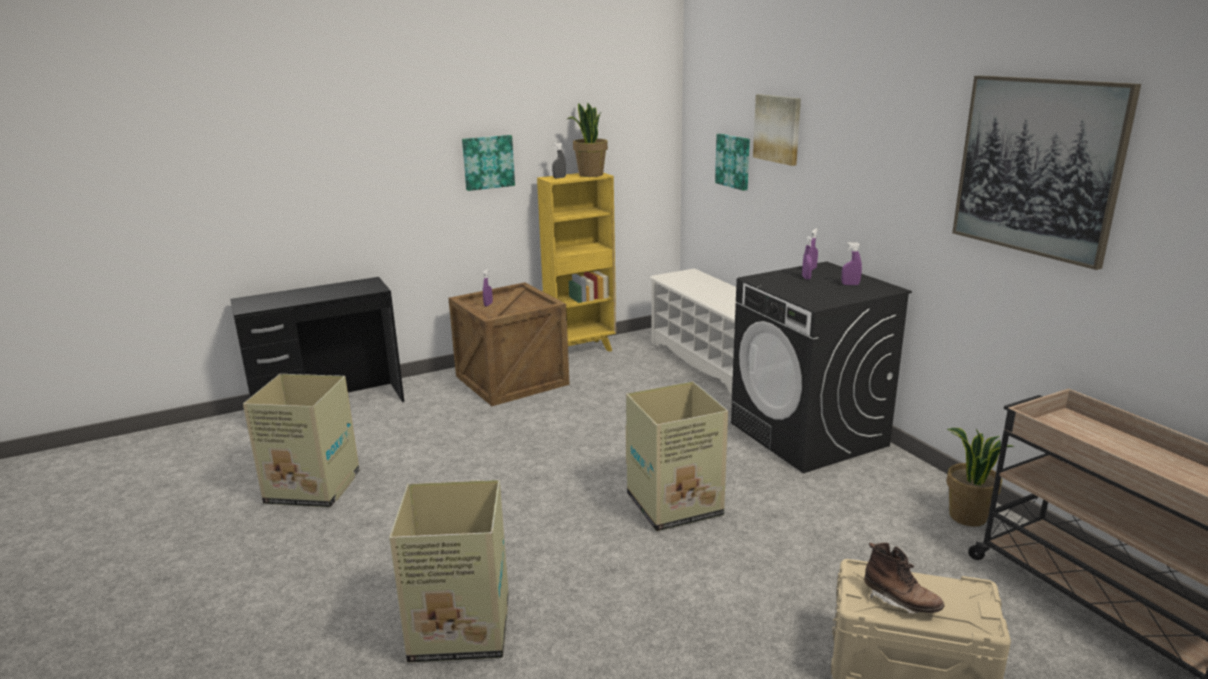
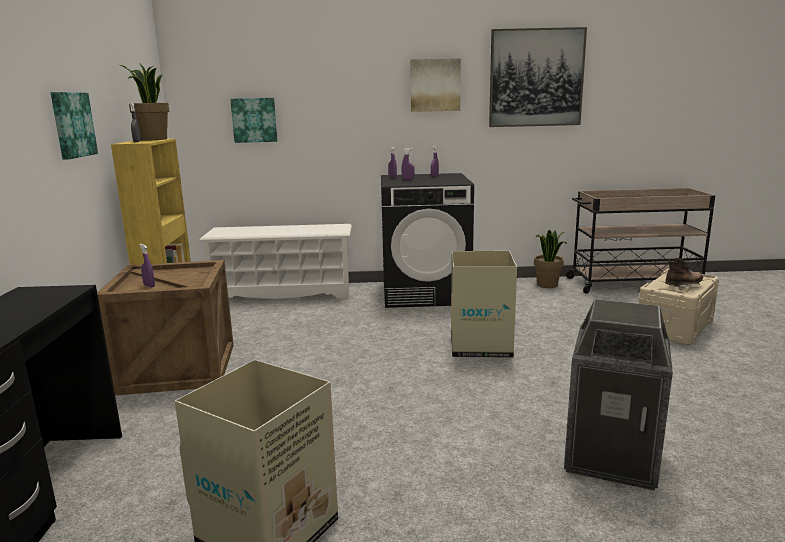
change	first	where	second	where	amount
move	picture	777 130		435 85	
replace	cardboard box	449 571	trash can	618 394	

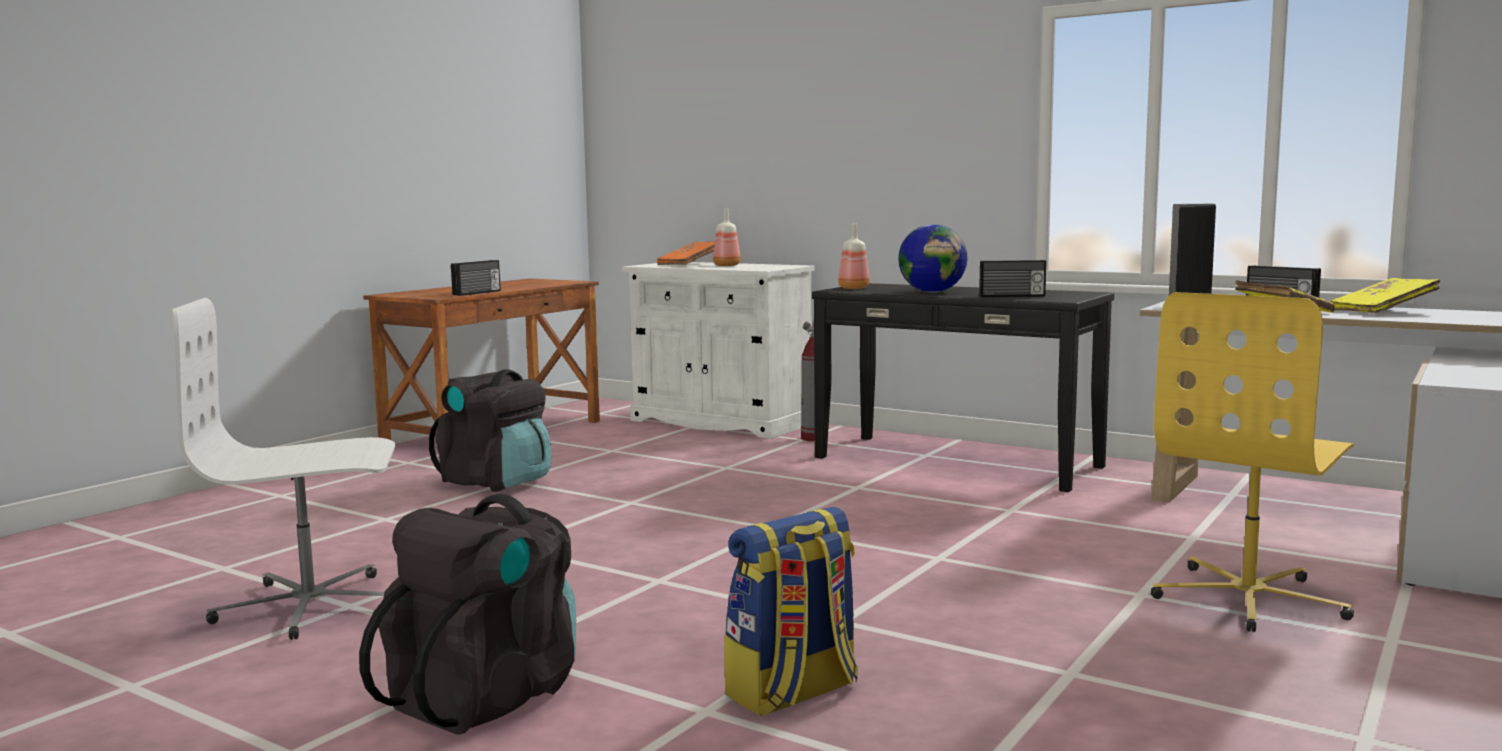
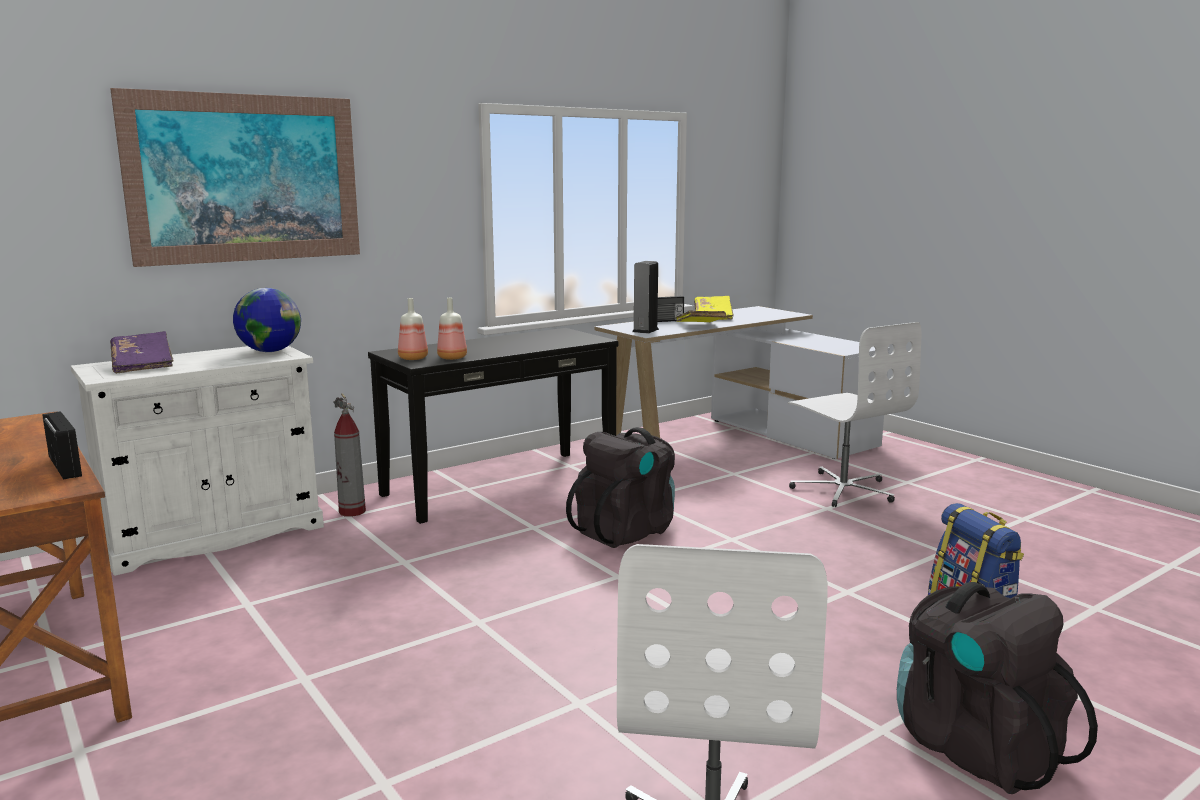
change	first	where	second	where	amount
move	bottle	727 237		452 329	
move	globe	933 258		267 320	
recolor	book (orange)	686 253	book (purple)	141 352	
delete	radio	1012 278			
recolor	office chair (yellow)	1252 462	office chair (white)	854 414	
move	backpack (black)	490 430		620 487	
insert			picture	235 177	

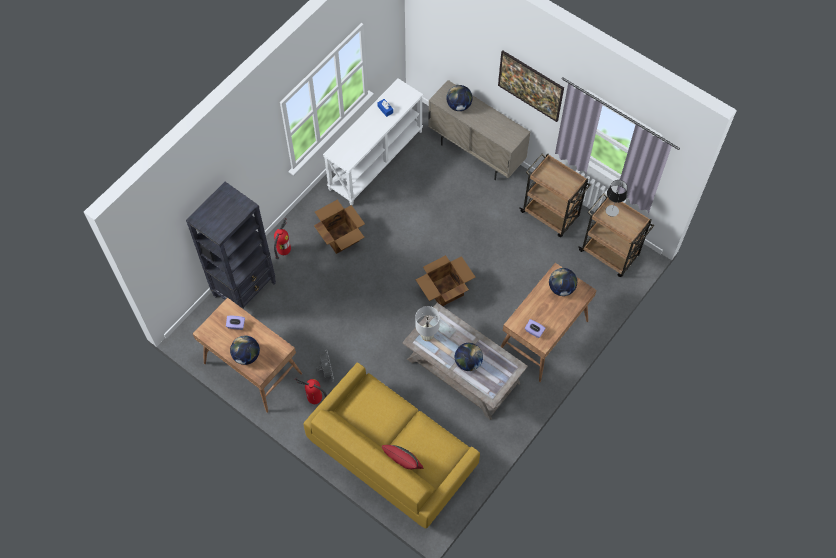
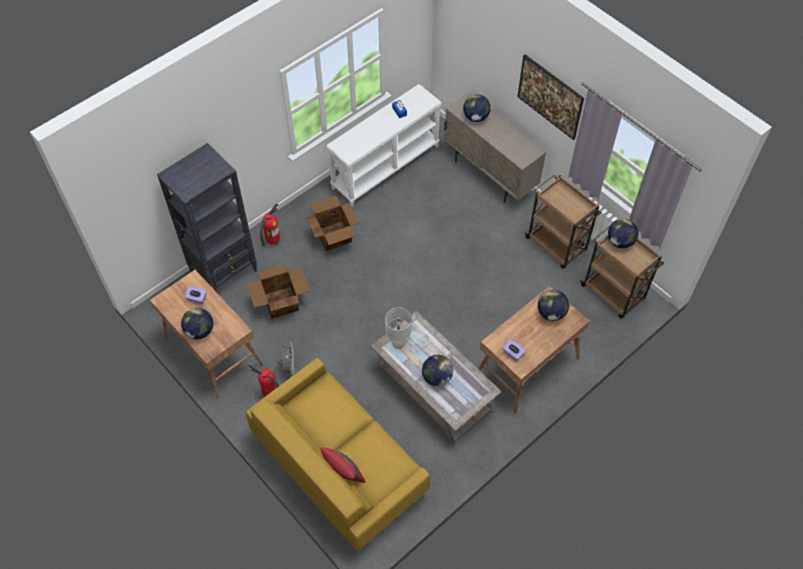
change	first	where	second	where	amount
replace	table lamp	616 198	globe	623 233	
move	cardboard box	445 280		278 292	

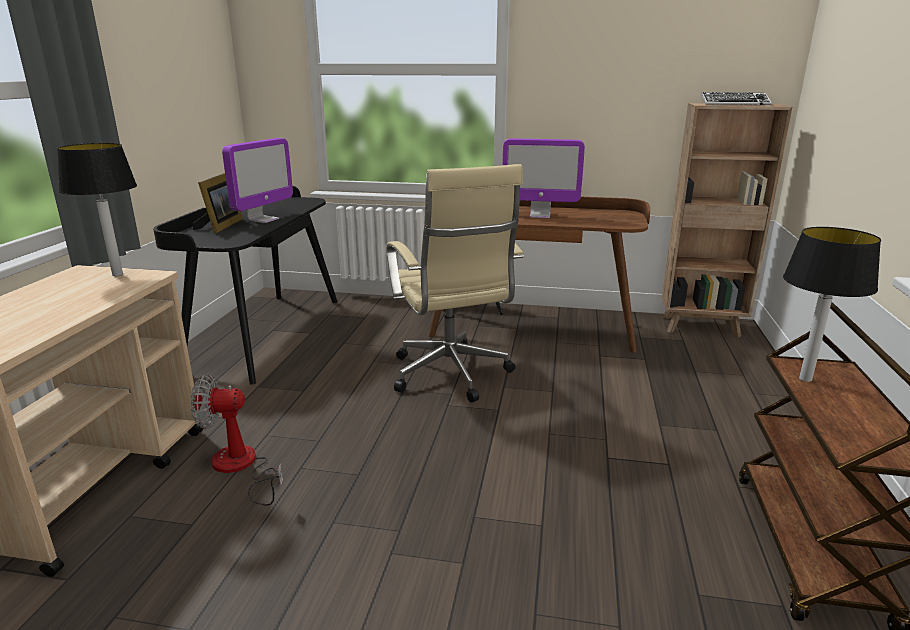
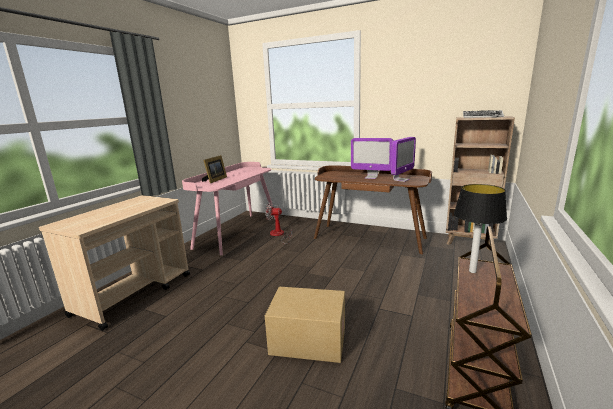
change	first	where	second	where	amount
move	monitor	257 180		403 159	
delete	table lamp	97 209			
delete	office chair (beige)	455 283			
recolor	desk (black)	245 285	desk (pink)	228 209	
move	fan	237 439		278 223	
insert			cardboard box	305 325	

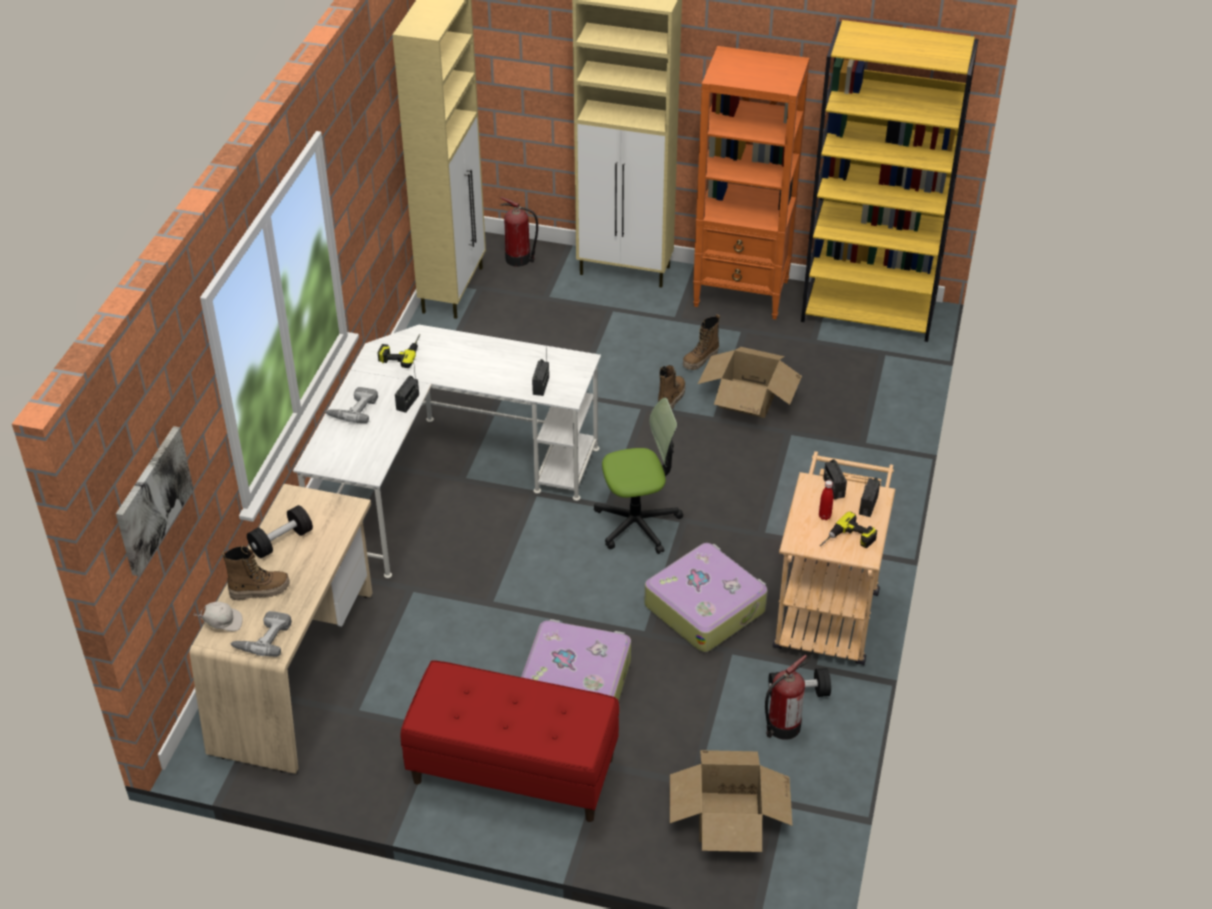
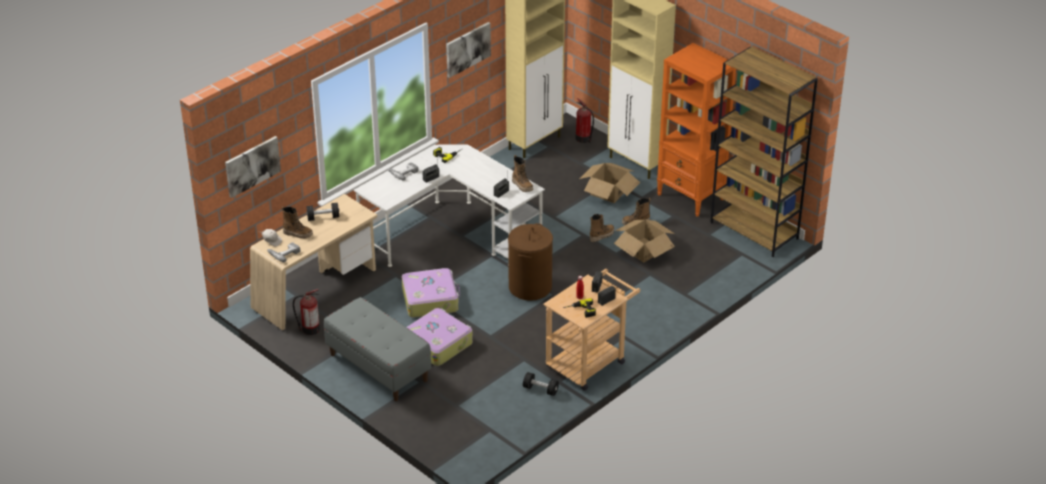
change	first	where	second	where	amount
recolor	bookcase (yellow)	890 181	bookcase (brown)	764 152	
replace	office chair	638 476	laundry basket (brown)	530 262	
move	suitcase	706 597		431 292	
move	fire extinguisher	786 697		306 312	
recolor	bench (red)	509 741	bench (grey)	377 349	
move	cardboard box	731 801		609 183	
insert			picture	468 50	
insert			boot	522 173	

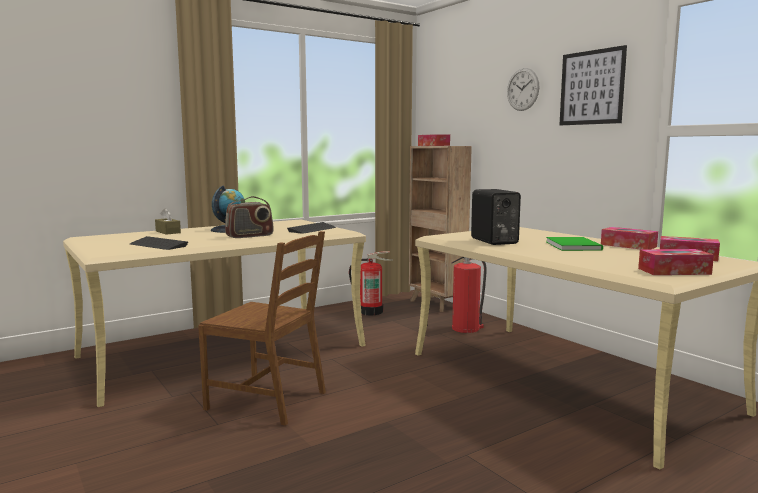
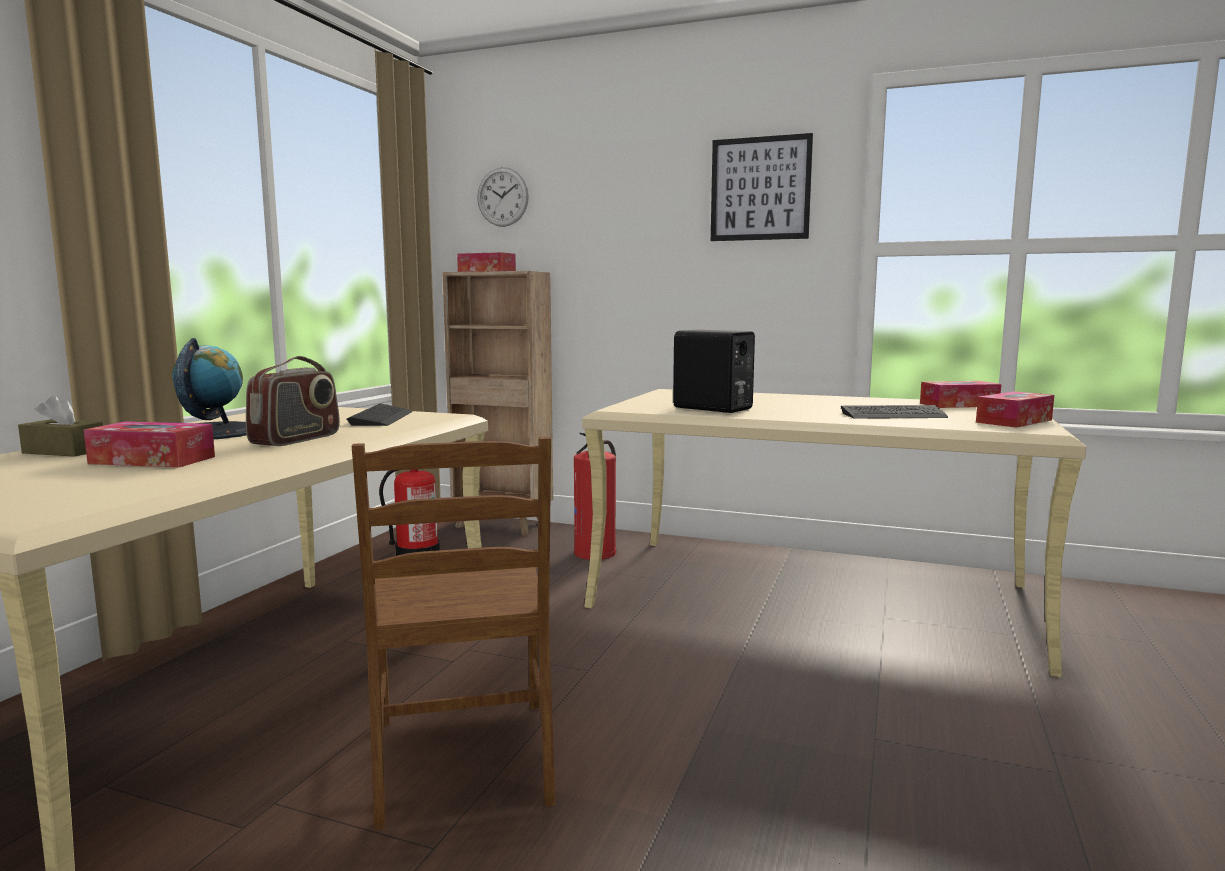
change	first	where	second	where	amount
move	wall clock	523 89		503 197	
move	tissue box	629 238		149 444	
rotate	chair (brown)	262 328		453 633	90 degrees clockwise
move	keyboard	159 243		894 412	
delete	book (green)	574 244			

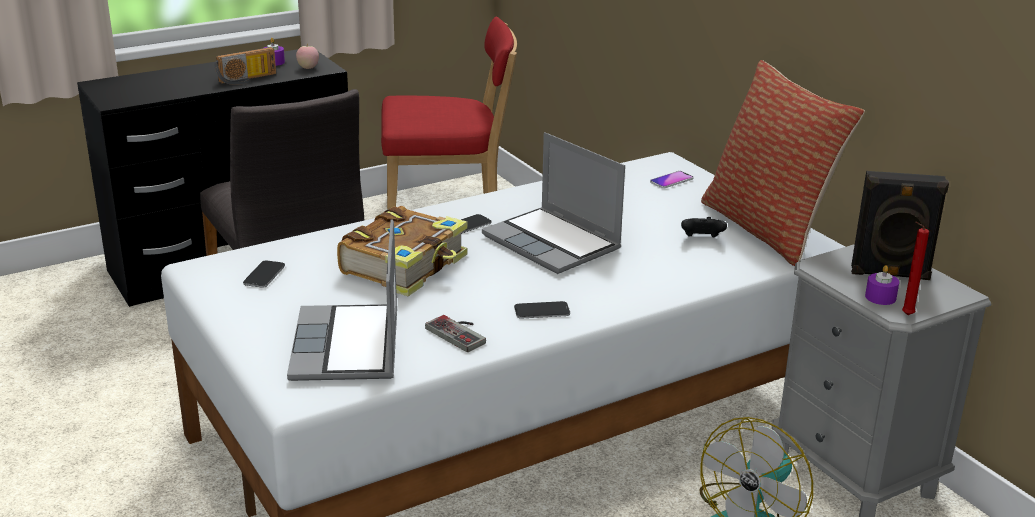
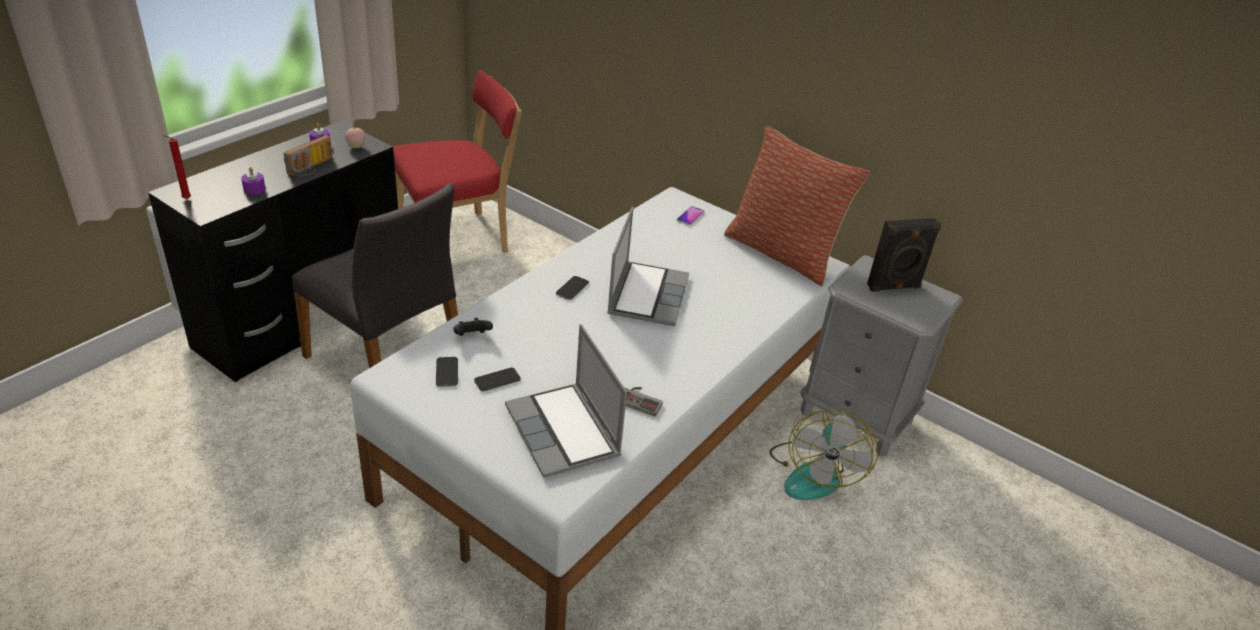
change	first	where	second	where	amount
rotate	laptop	553 203		648 266	105 degrees counterclockwise
delete	book	402 251			
move	game controller (black)	704 227		473 327	
move	candle (red)	915 268		177 167	
move	candle (purple)	882 285		253 181	
move	phone	542 309		497 380	

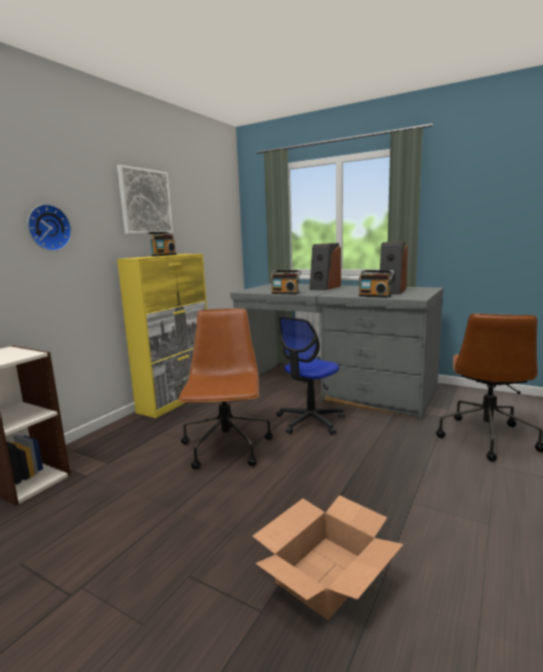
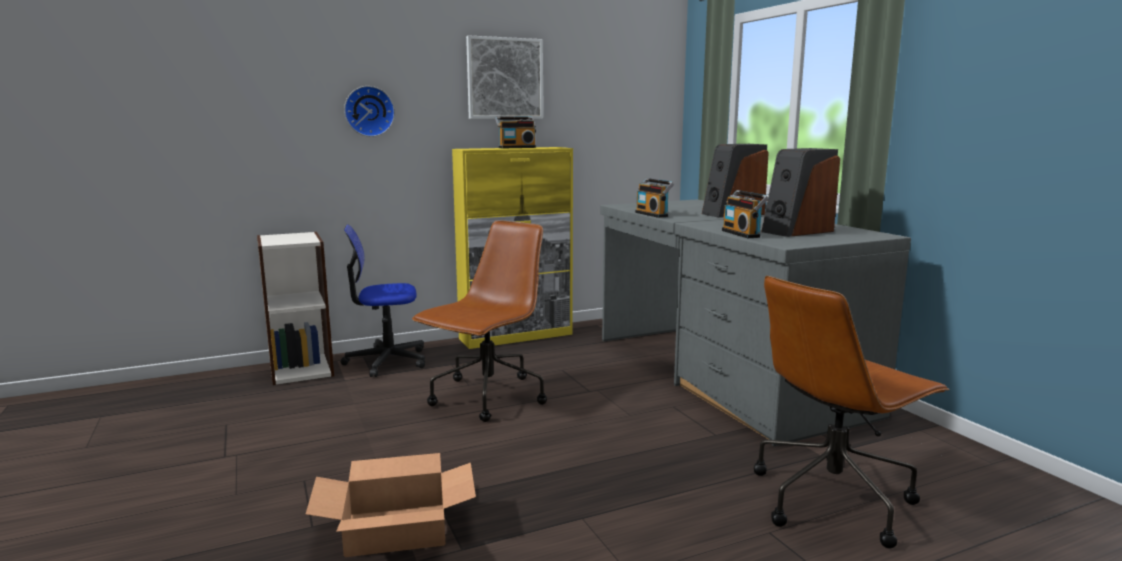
change	first	where	second	where	amount
move	office chair	310 375		383 300	

